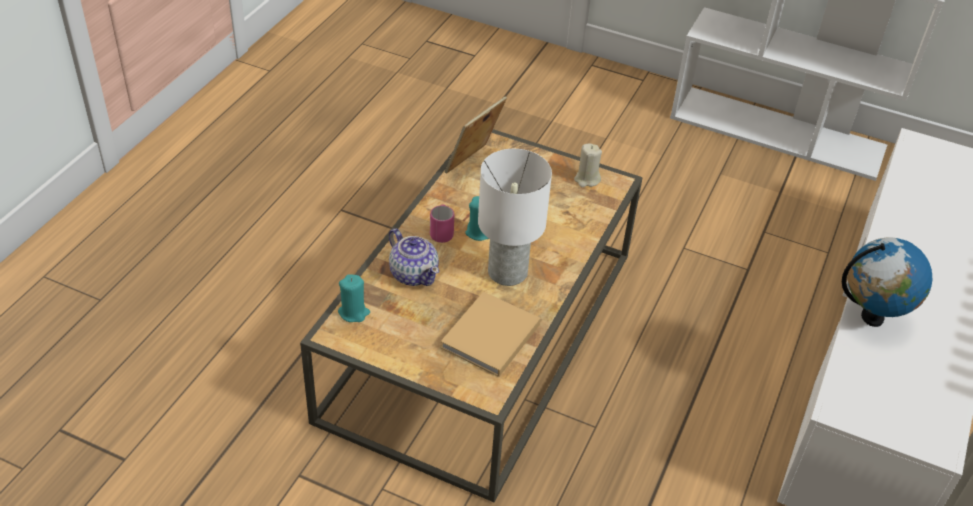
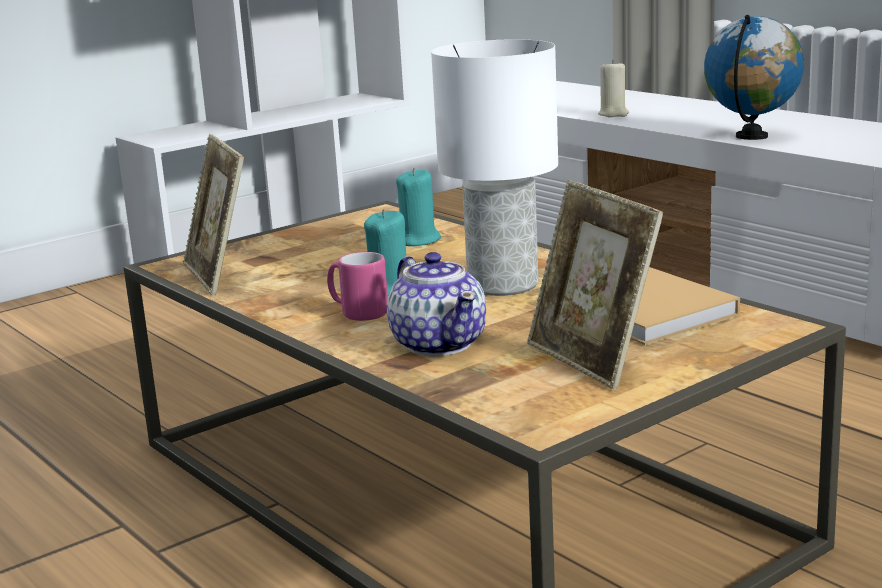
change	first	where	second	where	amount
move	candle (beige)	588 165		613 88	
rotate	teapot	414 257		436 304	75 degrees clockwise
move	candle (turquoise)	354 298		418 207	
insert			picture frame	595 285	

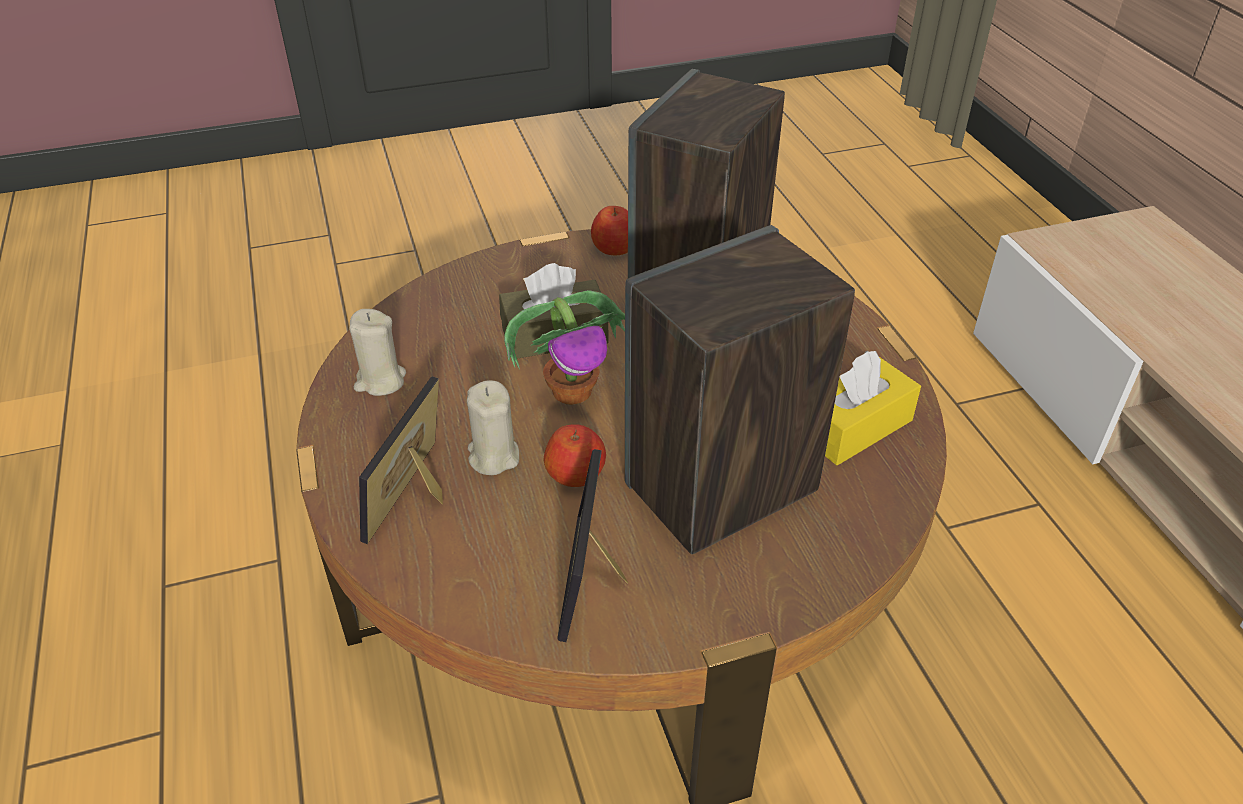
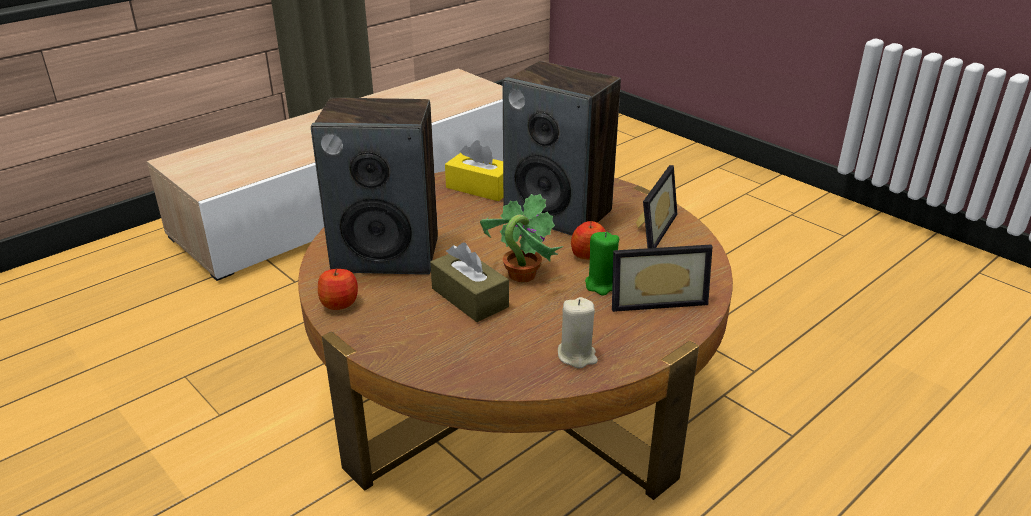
change	first	where	second	where	amount
recolor	candle (beige)	493 427	candle (green)	602 264	
rotate	picture frame	592 545		656 206	45 degrees counterclockwise

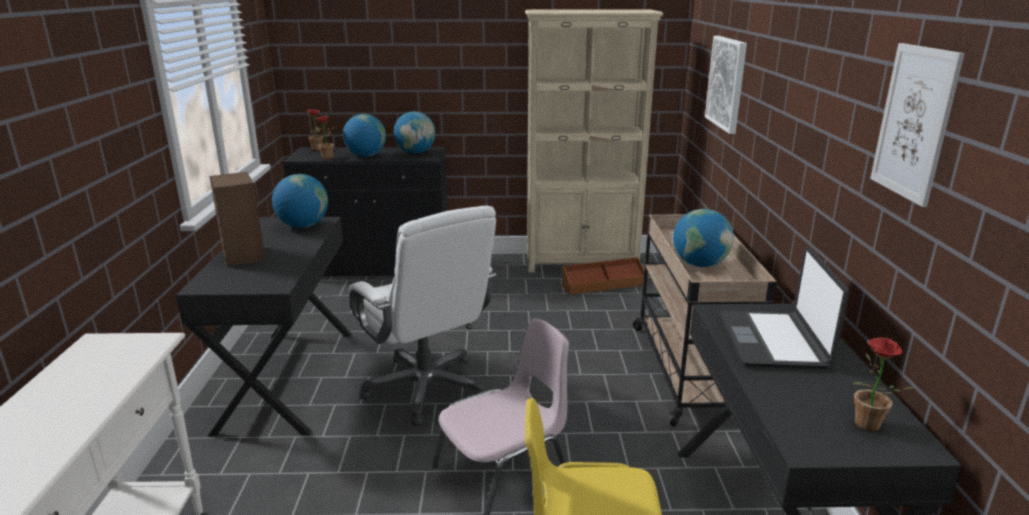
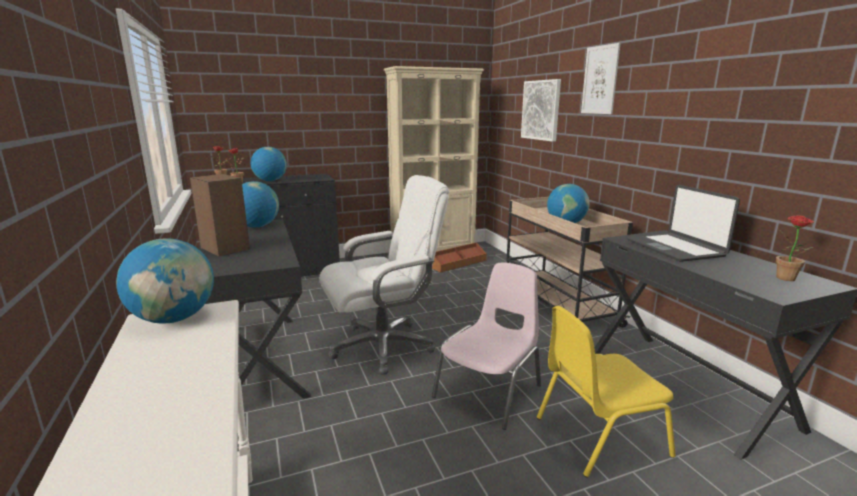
change	first	where	second	where	amount
move	picture	917 125		601 78	
move	globe	415 132		165 281	
rotate	office chair (white)	422 316		384 275	60 degrees counterclockwise

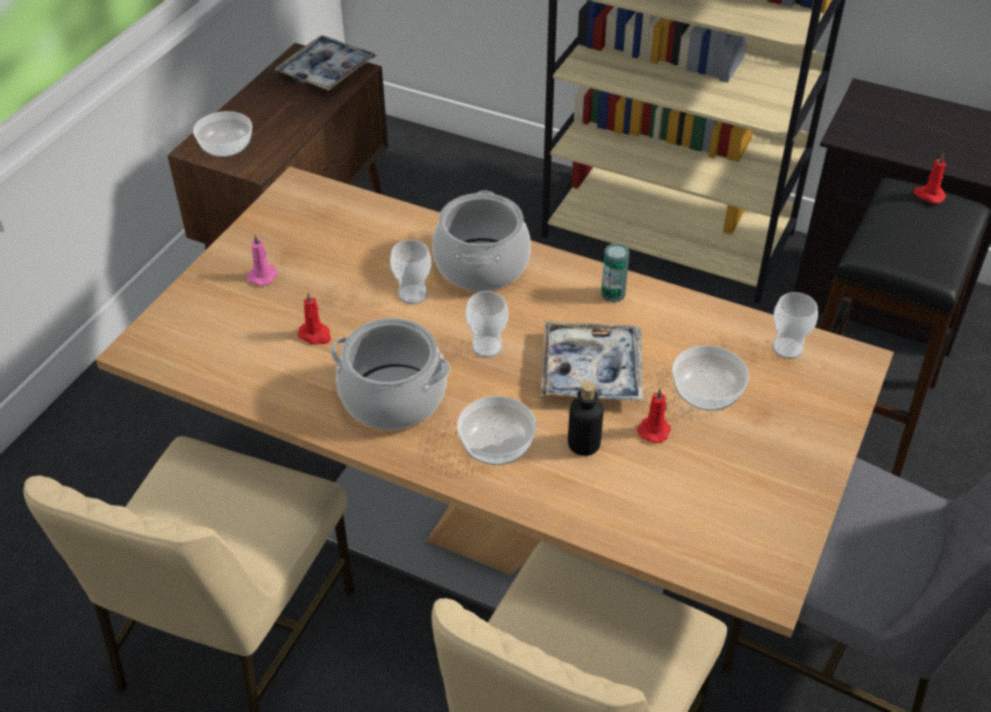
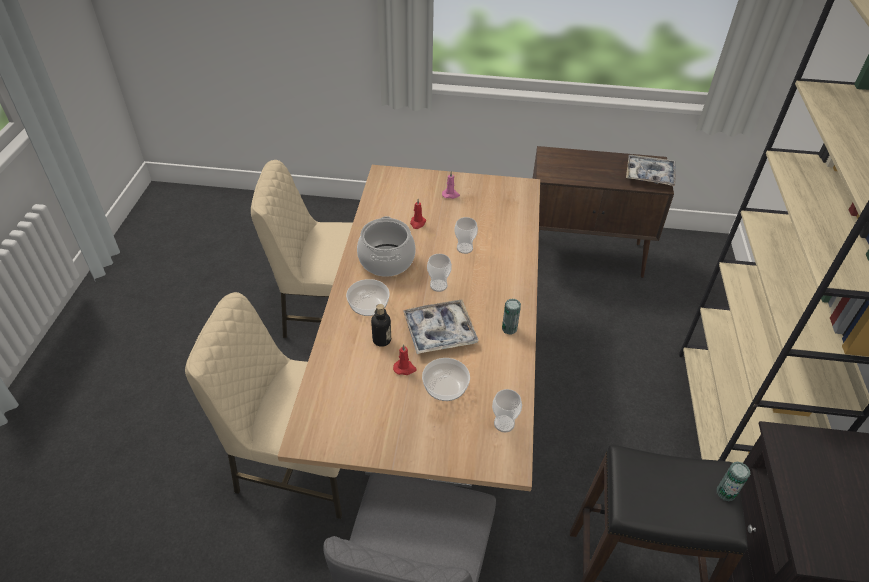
change	first	where	second	where	amount
delete	bowl	222 134			
replace	candle (red)	929 178	can	733 482	
delete	cooking pot	481 241			

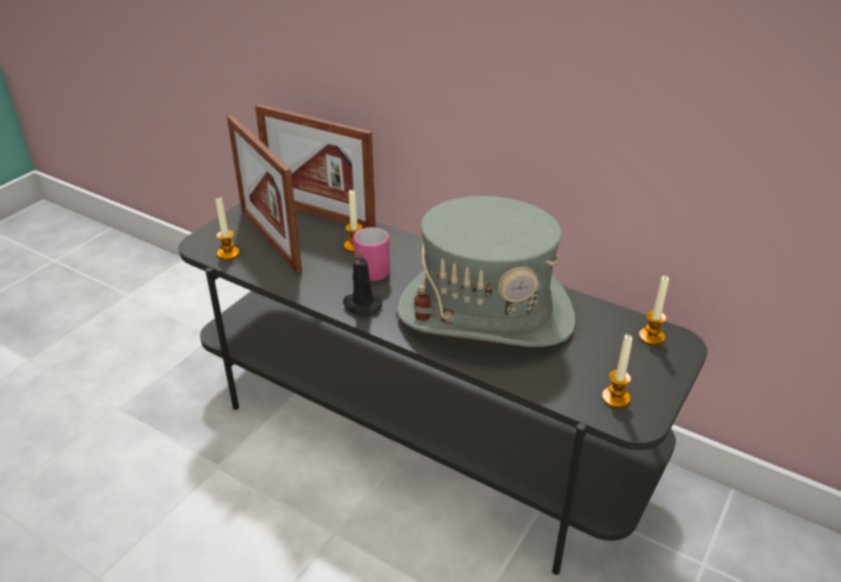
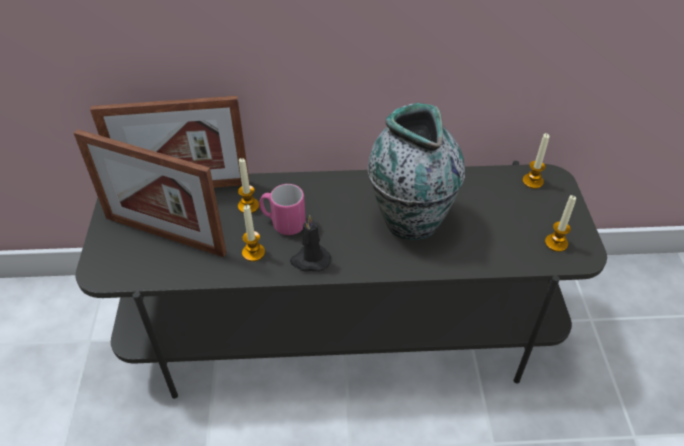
change	first	where	second	where	amount
move	candle	228 228		253 233	
replace	hat (grey)	486 271	vase	416 171	

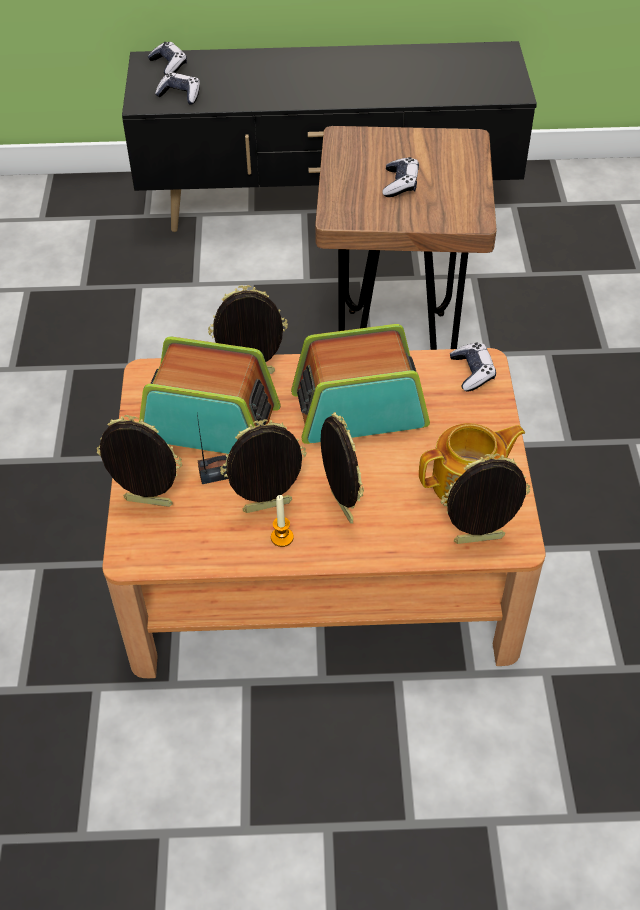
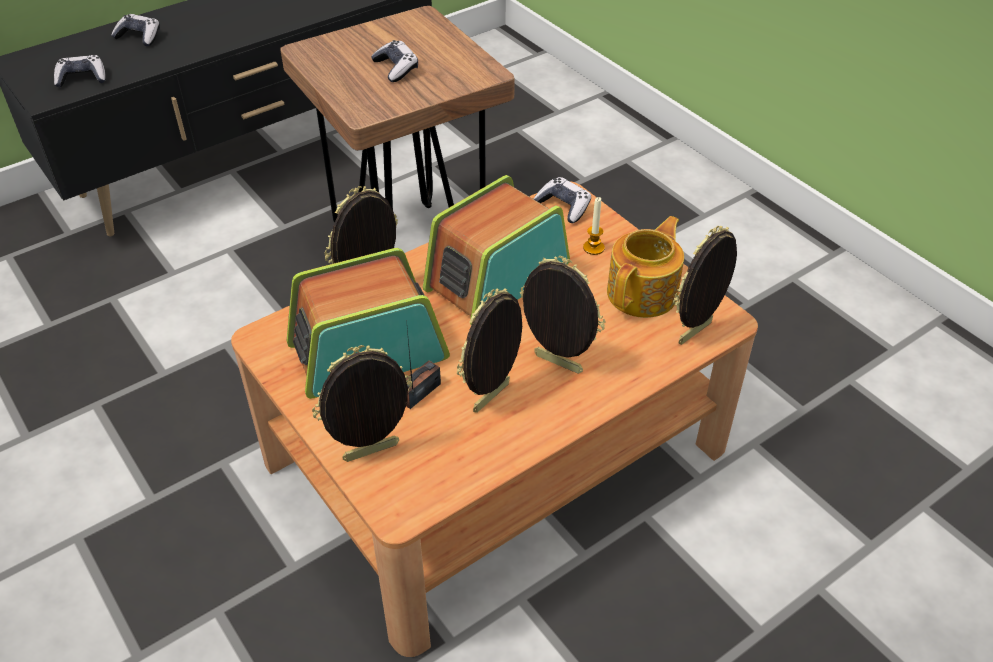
change	first	where	second	where	amount
move	game controller	167 58		135 30	
move	candle	282 521		594 226	

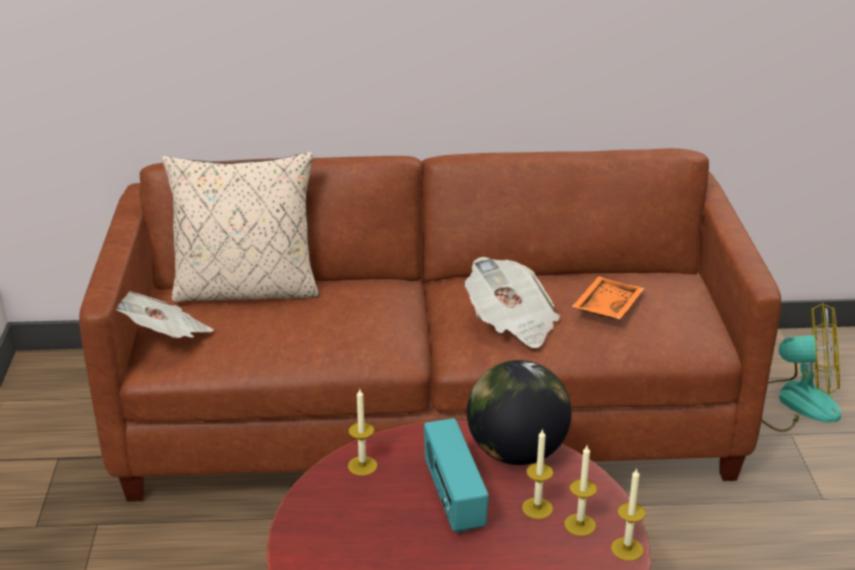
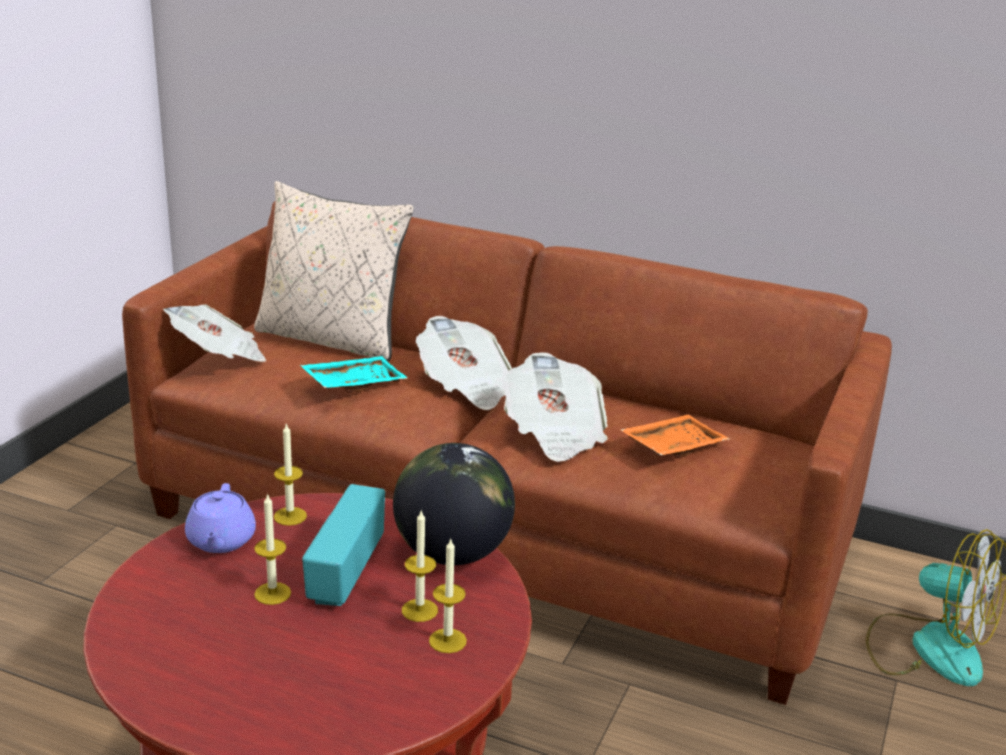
change	first	where	second	where	amount
move	candle	628 514		272 549	
insert			newspaper	464 363	
insert			tray (turquoise)	354 374	
insert			teapot (purple)	220 518	

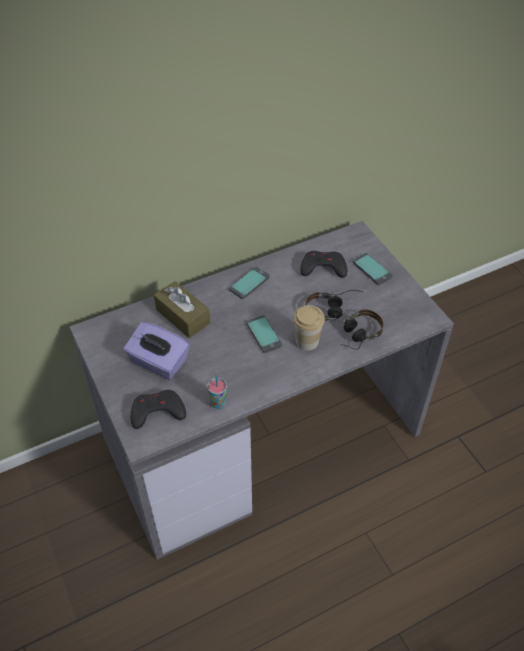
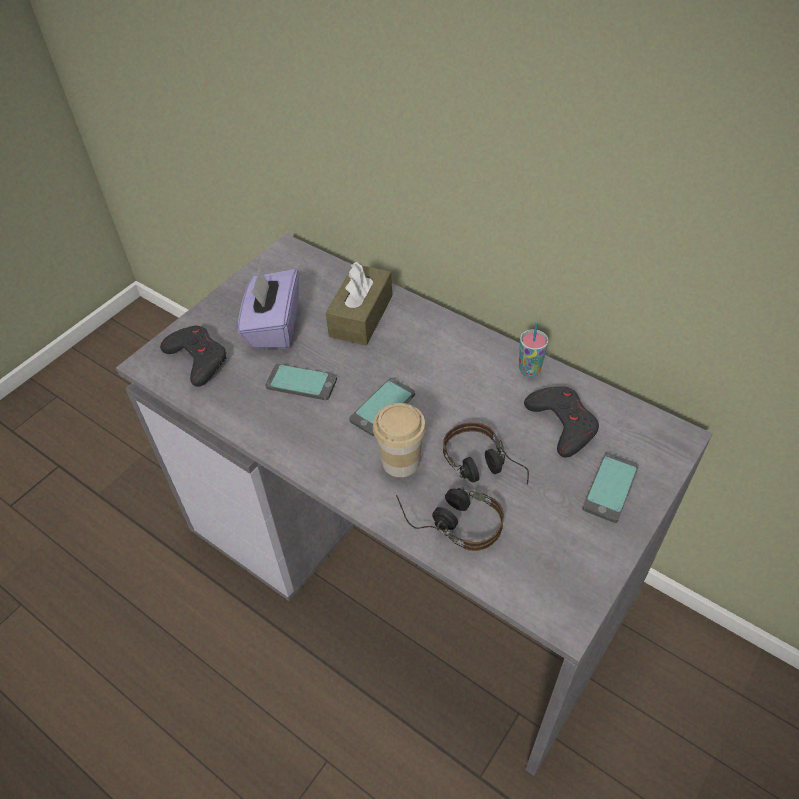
change	first	where	second	where	amount
move	phone	249 283		301 382	
move	cup	217 392		533 349	

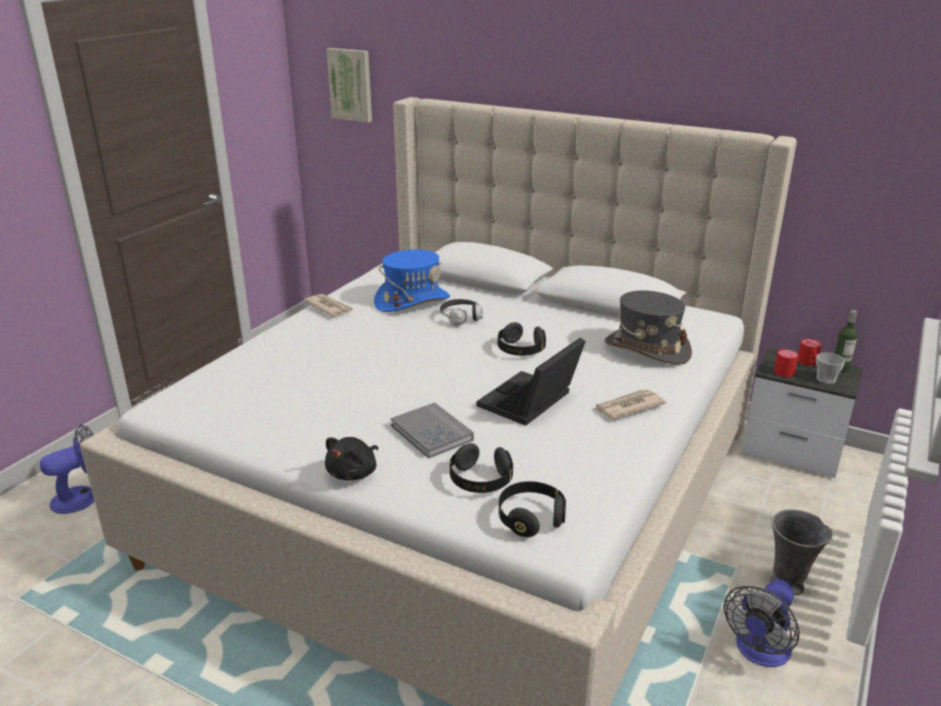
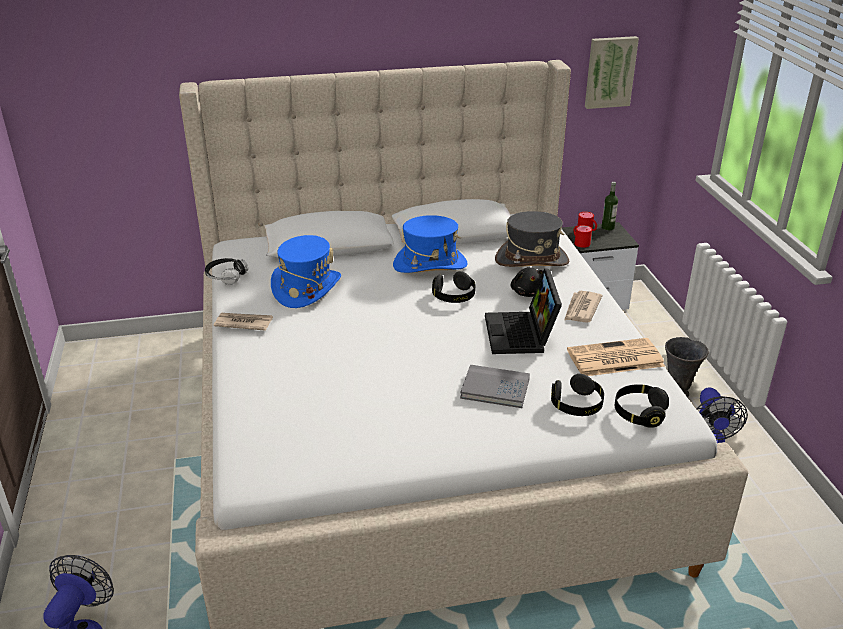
change	first	where	second	where	amount
move	picture	349 85		612 72	
move	headphones	461 312		226 271	
delete	cup	830 368			
move	plush toy (black)	351 458		527 282	
insert			hat (blue)	430 244	
insert			newspaper	616 357	

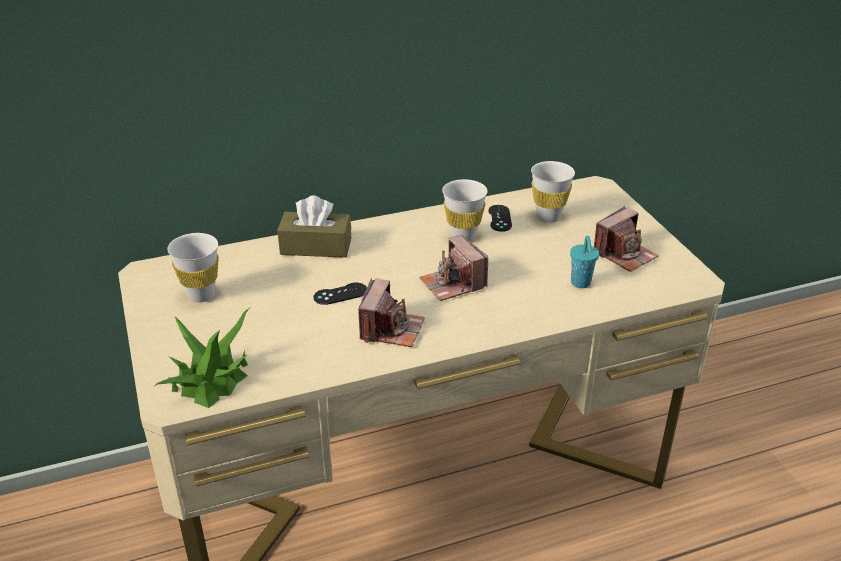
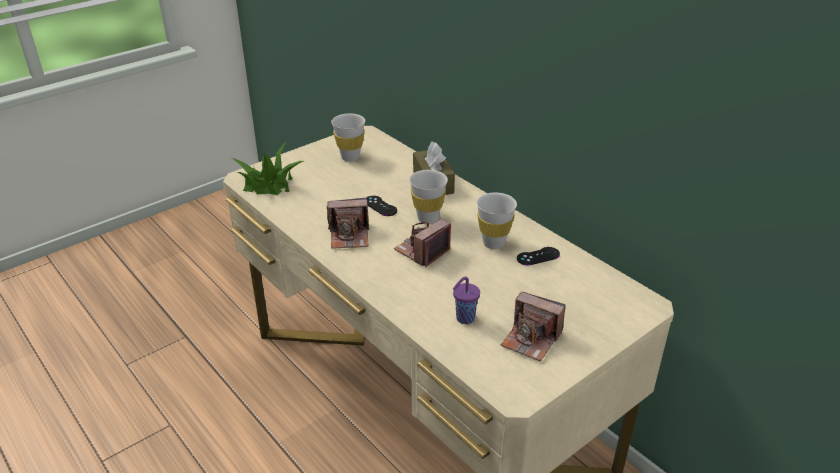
change	first	where	second	where	amount
move	cup (white)	553 192		428 197	
recolor	cup (turquoise)	584 262	cup (purple)	466 300	

